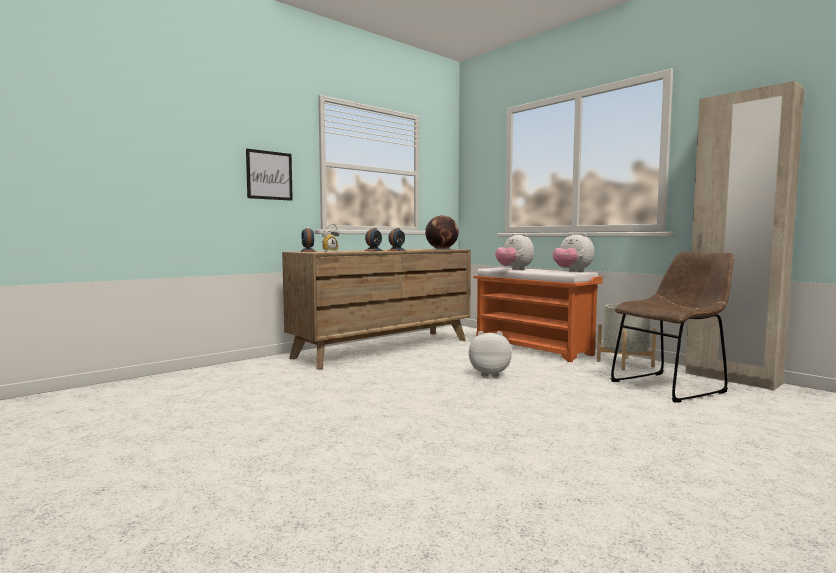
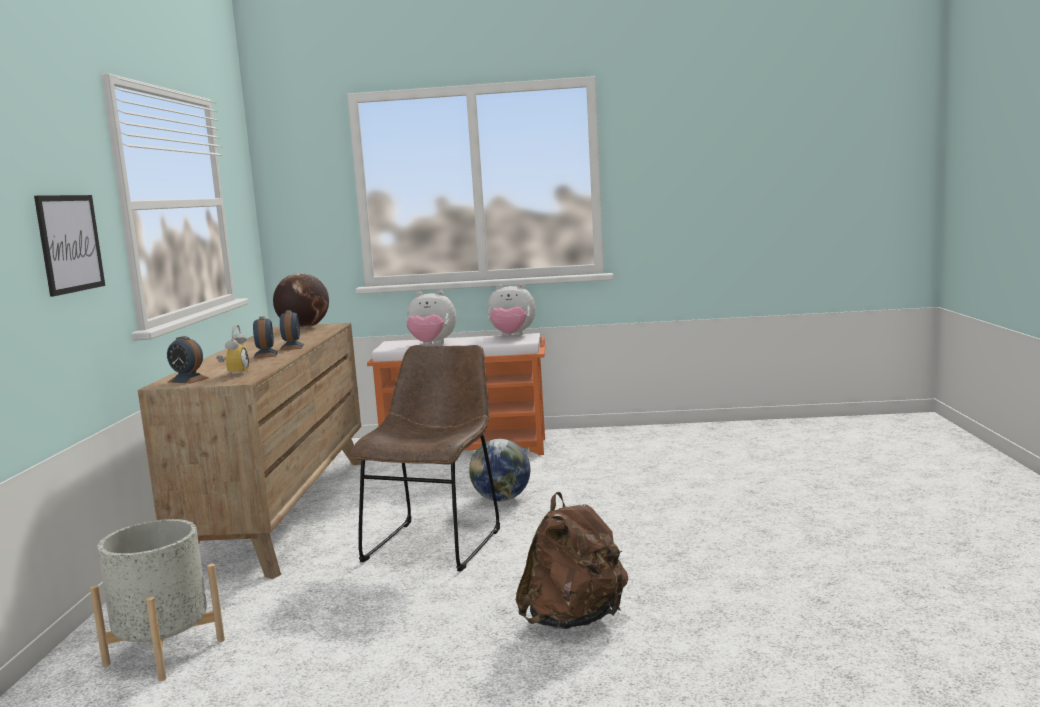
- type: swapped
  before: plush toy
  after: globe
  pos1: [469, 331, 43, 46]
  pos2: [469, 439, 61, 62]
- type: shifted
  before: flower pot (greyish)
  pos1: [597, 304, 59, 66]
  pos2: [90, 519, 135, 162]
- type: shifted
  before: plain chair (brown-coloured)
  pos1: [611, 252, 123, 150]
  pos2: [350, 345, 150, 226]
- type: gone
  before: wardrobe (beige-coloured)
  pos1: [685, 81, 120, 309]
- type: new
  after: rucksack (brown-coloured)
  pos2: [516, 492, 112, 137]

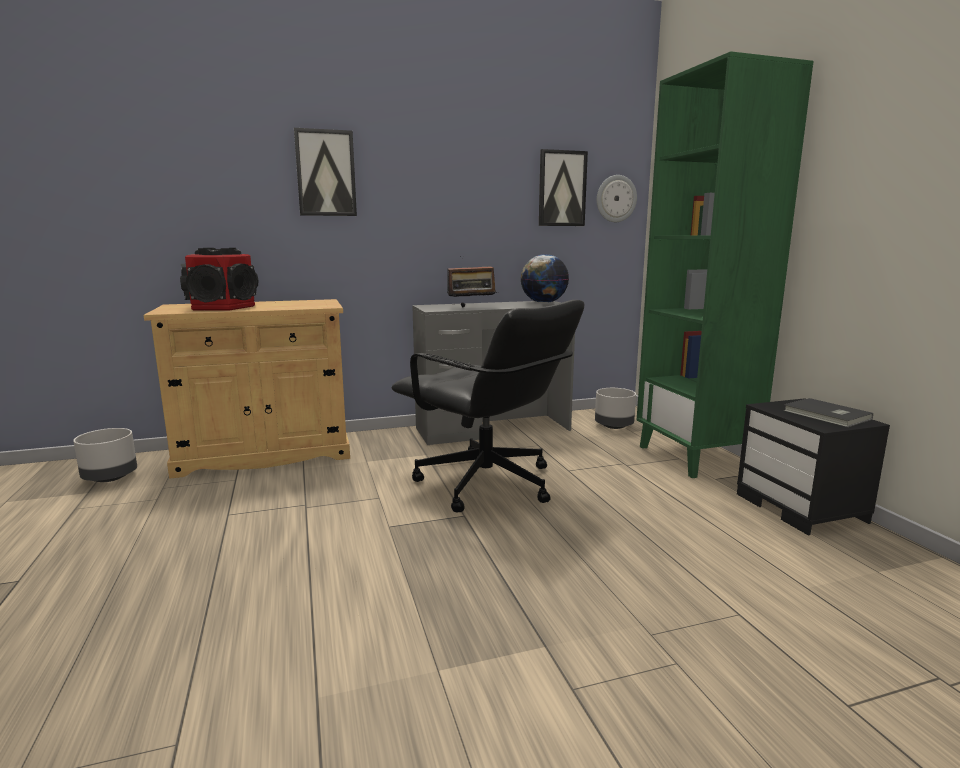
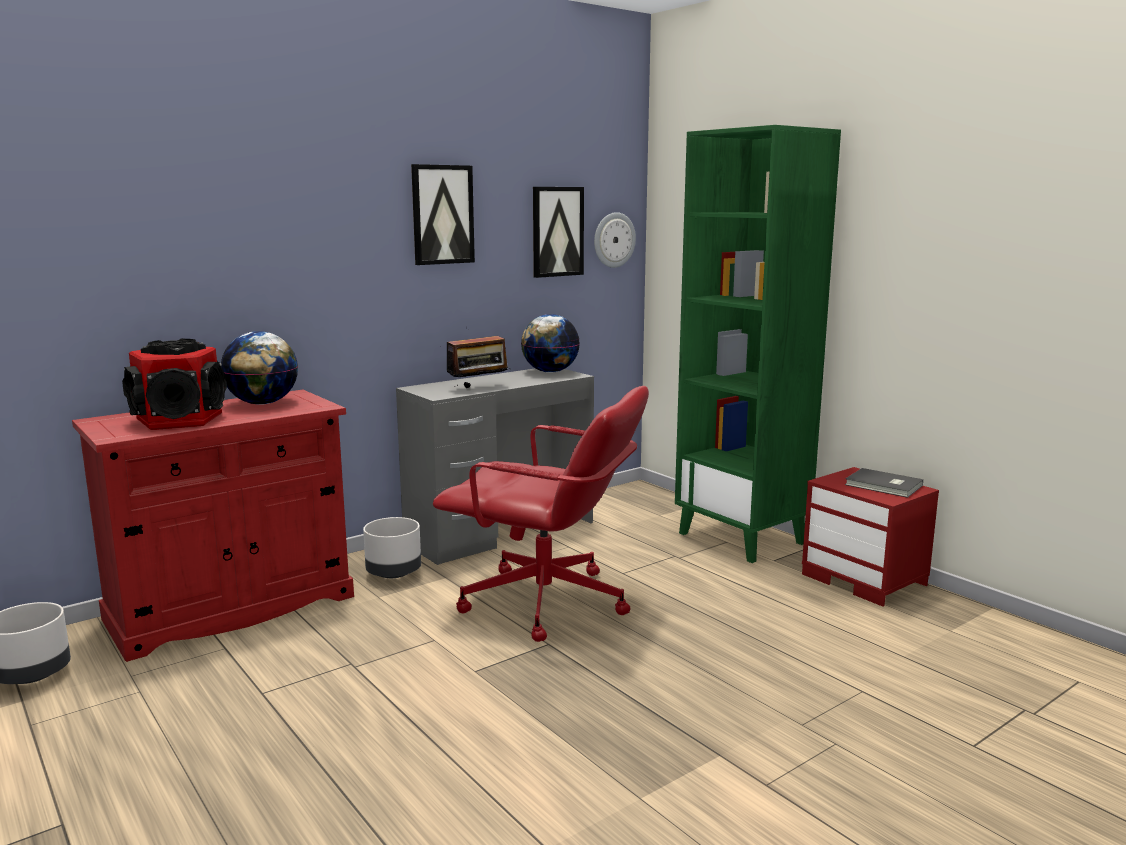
- type: repainted
  before: storage cabinet (beige-coloured)
  after: storage cabinet (red-coloured)
  pos1: [144, 299, 206, 180]
  pos2: [72, 390, 282, 272]
- type: shifted
  before: picture
  pos1: [294, 128, 63, 88]
  pos2: [411, 164, 64, 101]
- type: repainted
  before: computer chair (black-coloured)
  after: computer chair (red-coloured)
  pos1: [392, 300, 193, 212]
  pos2: [433, 386, 216, 256]
- type: shifted
  before: flower pot (greyish)
  pos1: [595, 388, 41, 41]
  pos2: [363, 517, 58, 61]
- type: repainted
  before: nightstand (black-coloured)
  after: nightstand (red-coloured)
  pos1: [737, 398, 153, 138]
  pos2: [802, 467, 137, 139]
- type: new
  after: globe
  pos2: [221, 331, 77, 74]

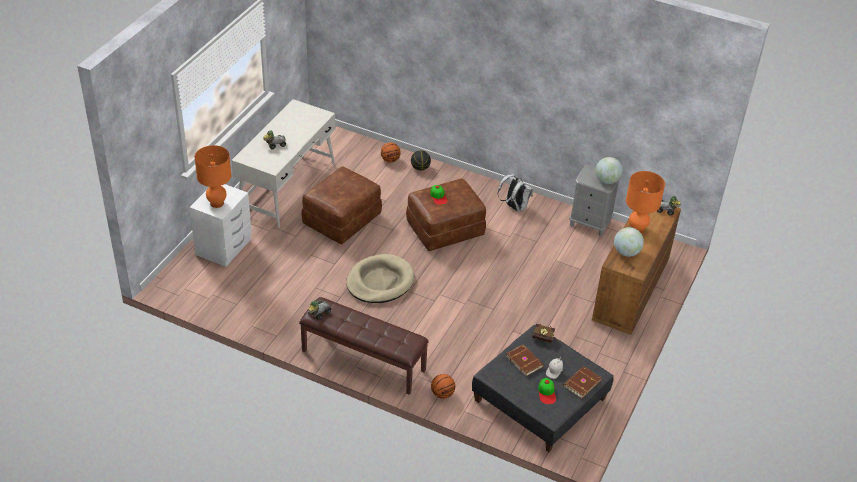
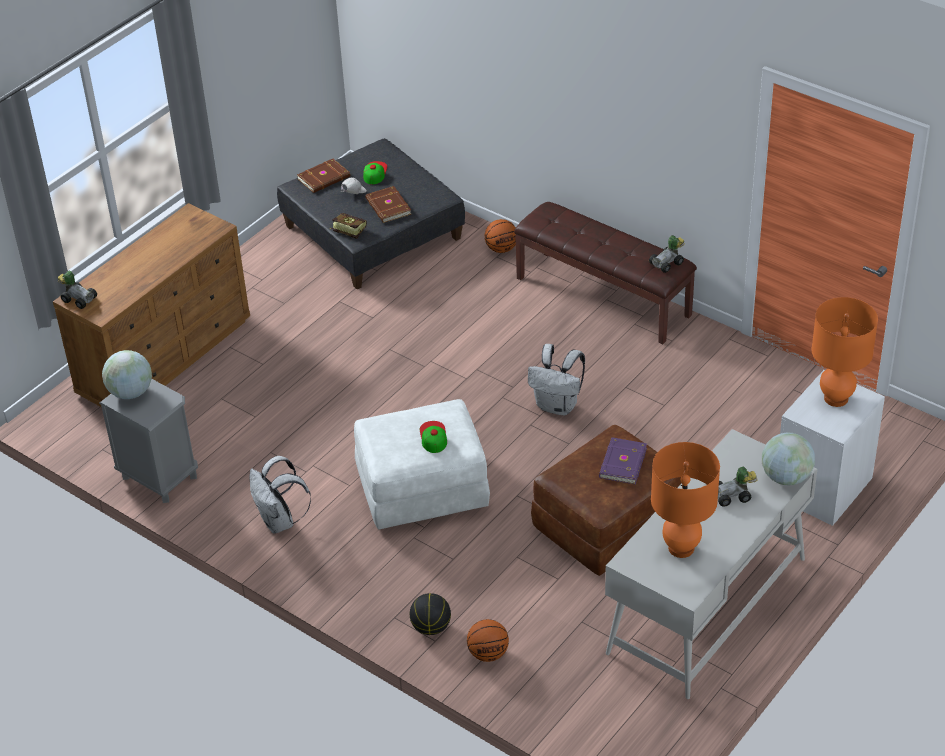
- type: swapped
  before: dog bed (beige-coloured)
  after: rucksack (white-coloured)
  pos1: [346, 254, 68, 49]
  pos2: [528, 344, 57, 71]
- type: repainted
  before: footrest (brown-coloured)
  after: footrest (white-coloured)
  pos1: [406, 178, 80, 73]
  pos2: [354, 399, 136, 131]
- type: shifted
  before: globe
  pos1: [614, 227, 30, 30]
  pos2: [762, 432, 53, 54]
- type: shifted
  before: table lamp (orangey)
  pos1: [626, 171, 39, 63]
  pos2: [651, 442, 69, 116]
- type: new
  after: volume (purple)
  pos2: [599, 437, 48, 48]

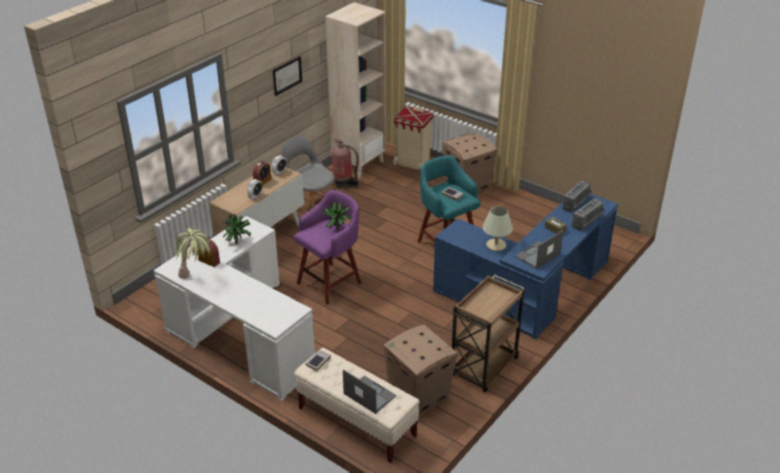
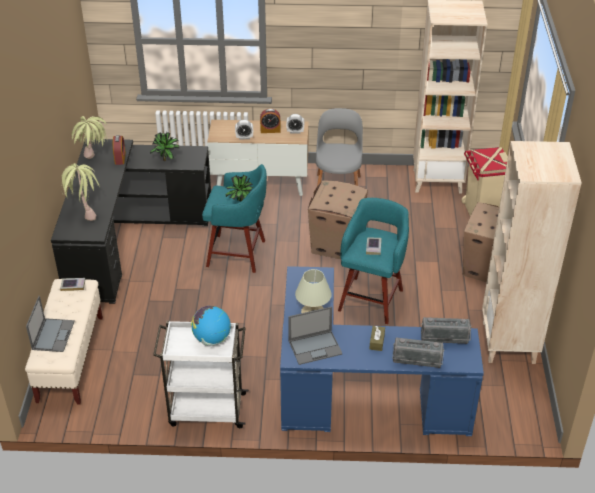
- type: repainted
  before: desk table (white-coloured)
  after: desk table (black-coloured)
  pos1: [154, 216, 161, 185]
  pos2: [51, 139, 160, 165]
- type: gone
  before: picture
  pos1: [273, 56, 29, 40]
- type: repainted
  before: stool seat (purple)
  after: stool seat (turquoise)
  pos1: [294, 190, 68, 115]
  pos2: [202, 164, 65, 109]
- type: gone
  before: fire-fighting cylinder
  pos1: [332, 138, 27, 51]
- type: shifted
  before: carton
  pos1: [383, 324, 75, 92]
  pos2: [308, 180, 60, 79]
- type: repainted
  before: trolley (brown-coloured)
  after: trolley (white-coloured)
  pos1: [452, 275, 73, 118]
  pos2: [153, 321, 96, 107]
- type: rotated
  before: portable computer
  pos1: [515, 230, 49, 39]
  pos2: [288, 307, 55, 58]
  turn: 150
- type: new
  after: potted plant
  pos2: [61, 163, 38, 58]
- type: new
  after: globe
  pos2: [191, 306, 40, 40]
- type: new
  after: bookcase (beige-coloured)
  pos2: [482, 141, 100, 223]

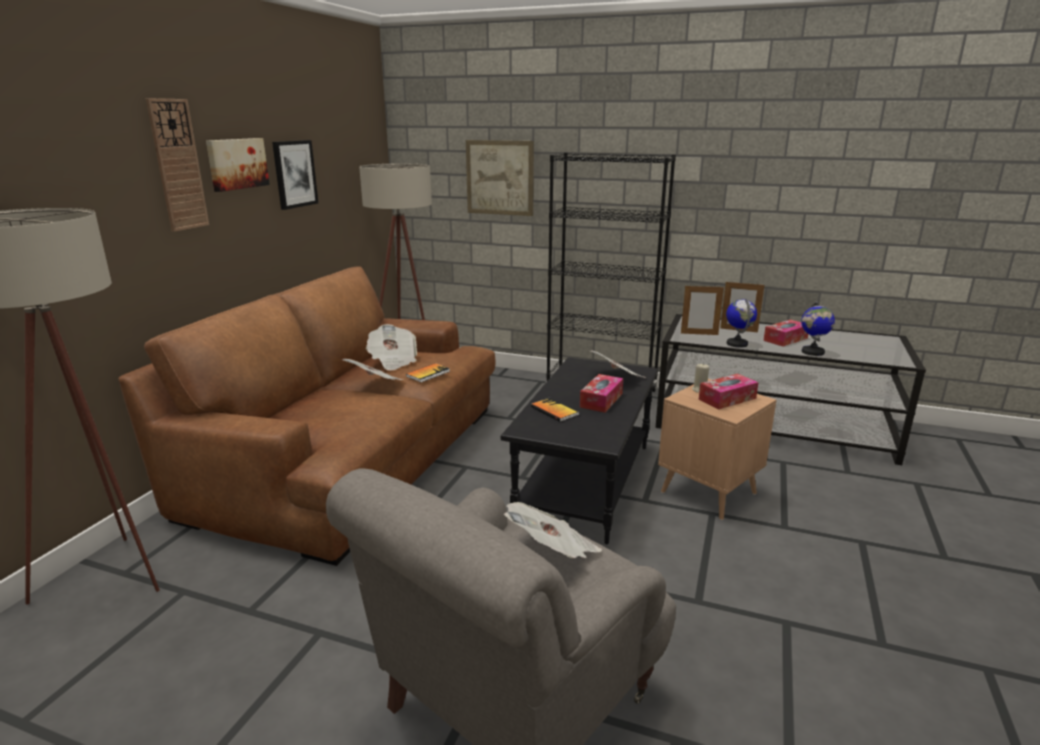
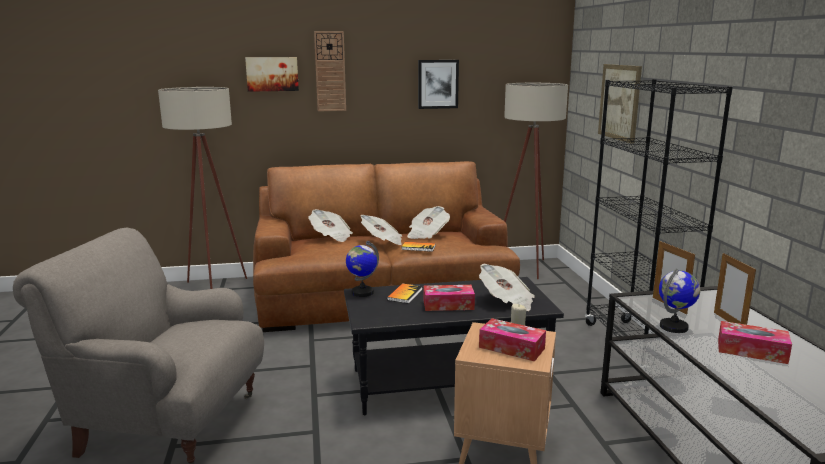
- type: shifted
  before: picture
  pos1: [206, 138, 64, 54]
  pos2: [245, 57, 54, 35]
- type: shifted
  before: daily paper
  pos1: [504, 502, 98, 57]
  pos2: [308, 209, 45, 33]
- type: shifted
  before: globe
  pos1: [801, 301, 34, 55]
  pos2: [346, 241, 33, 56]

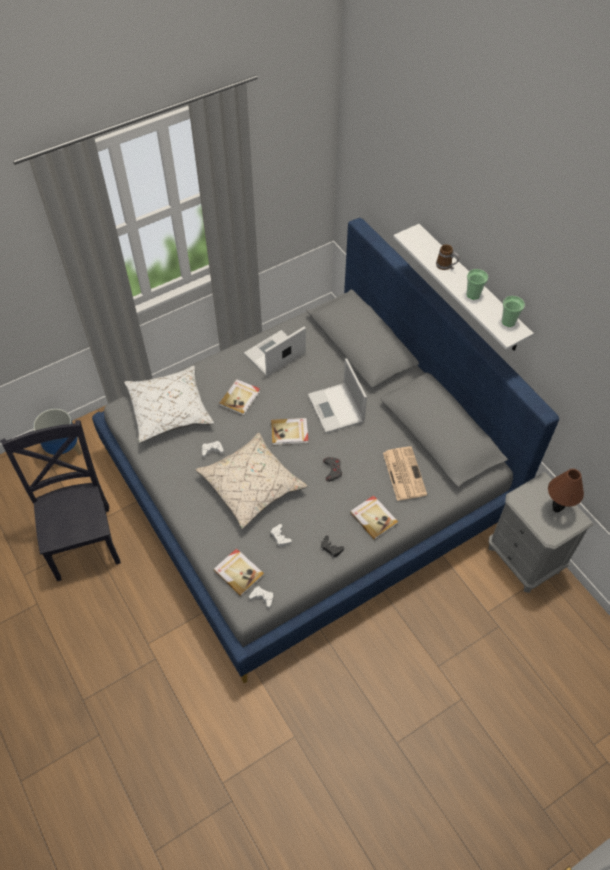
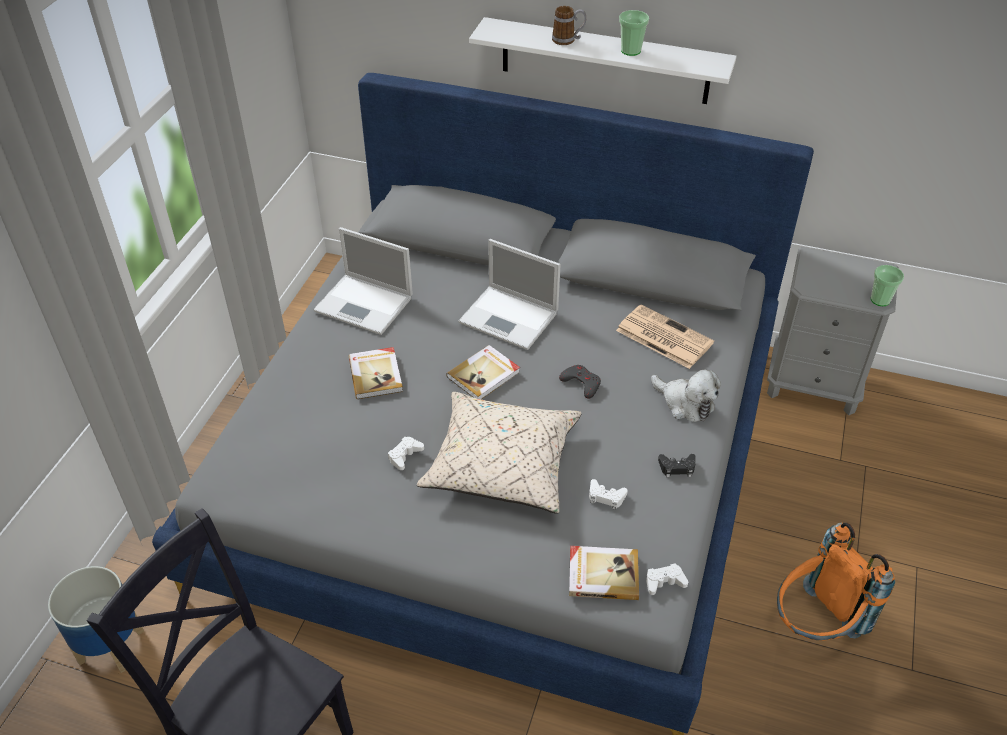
- type: gone
  before: cushion (white-coloured)
  pos1: [124, 366, 90, 77]
- type: rotated
  before: portable computer
  pos1: [244, 326, 62, 50]
  pos2: [313, 227, 100, 108]
  turn: -75
- type: swapped
  before: volume
  after: plush toy
  pos1: [350, 495, 48, 45]
  pos2: [651, 370, 70, 52]
- type: shifted
  before: cup
  pos1: [502, 296, 23, 31]
  pos2: [871, 265, 33, 41]
- type: gone
  before: table lamp (brown-coloured)
  pos1: [548, 469, 36, 44]
- type: new
  after: rucksack (orangey)
  pos2: [777, 522, 118, 119]

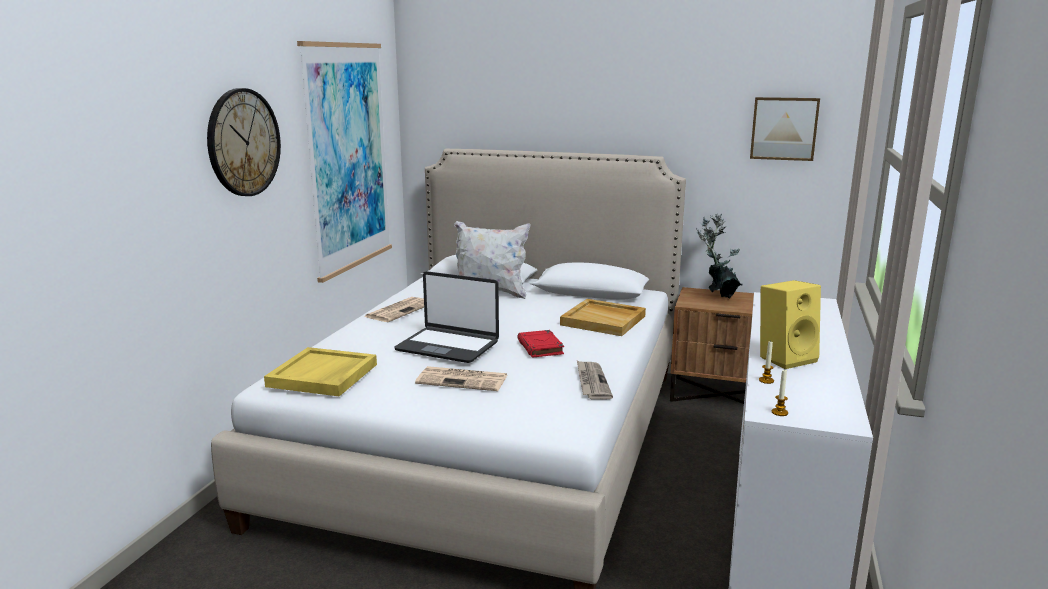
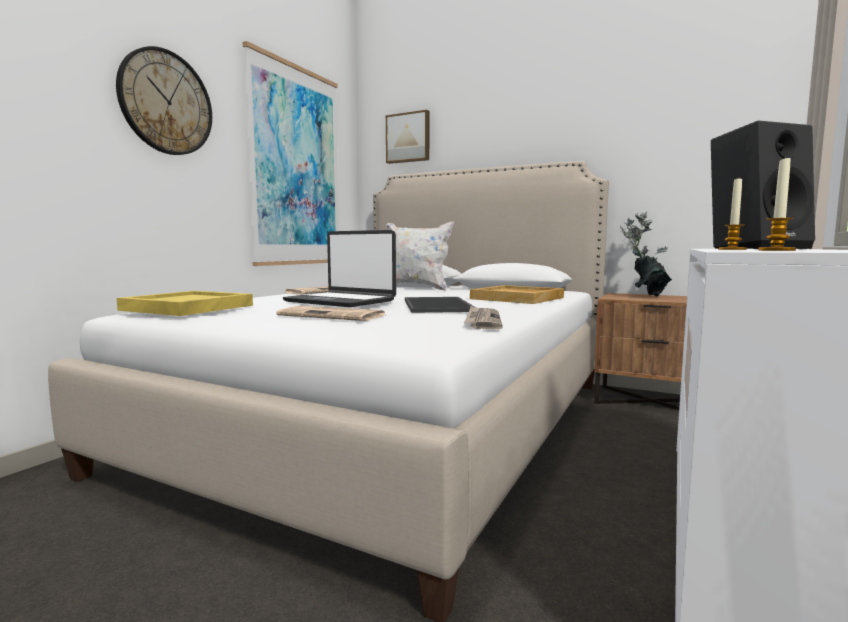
- type: swapped
  before: volume (red-coloured)
  after: carrying tray
  pos1: [517, 330, 47, 28]
  pos2: [405, 297, 71, 16]
- type: shifted
  before: picture
  pos1: [750, 97, 70, 64]
  pos2: [386, 110, 43, 54]
- type: repainted
  before: loudspeaker (yellowish)
  after: loudspeaker (black-coloured)
  pos1: [760, 280, 61, 89]
  pos2: [711, 121, 104, 128]

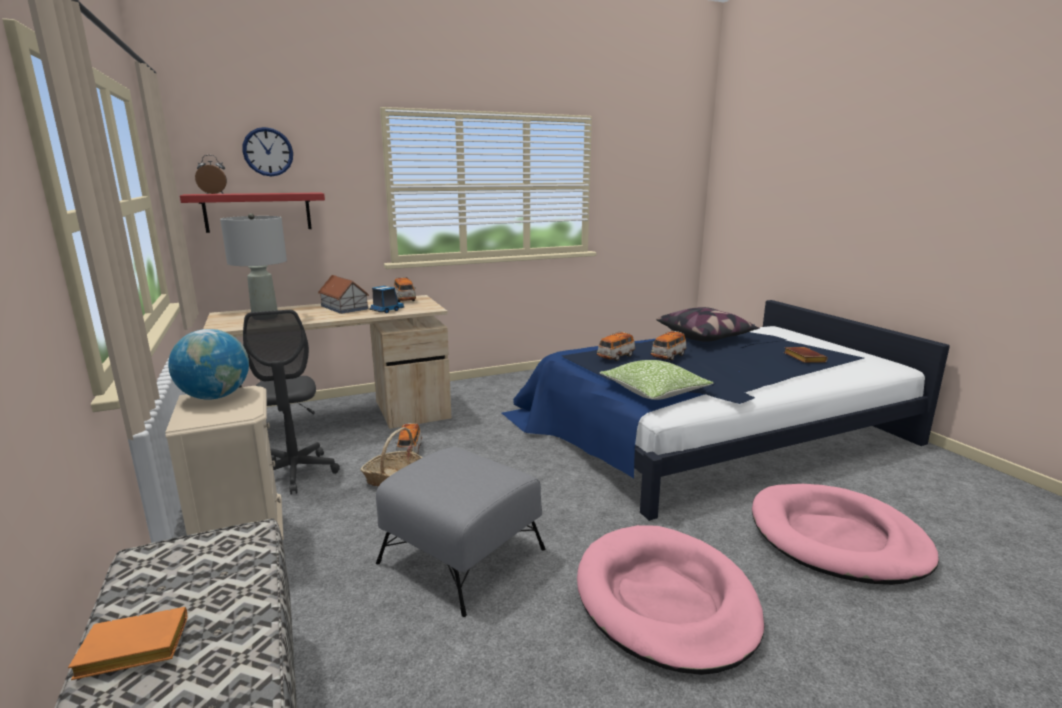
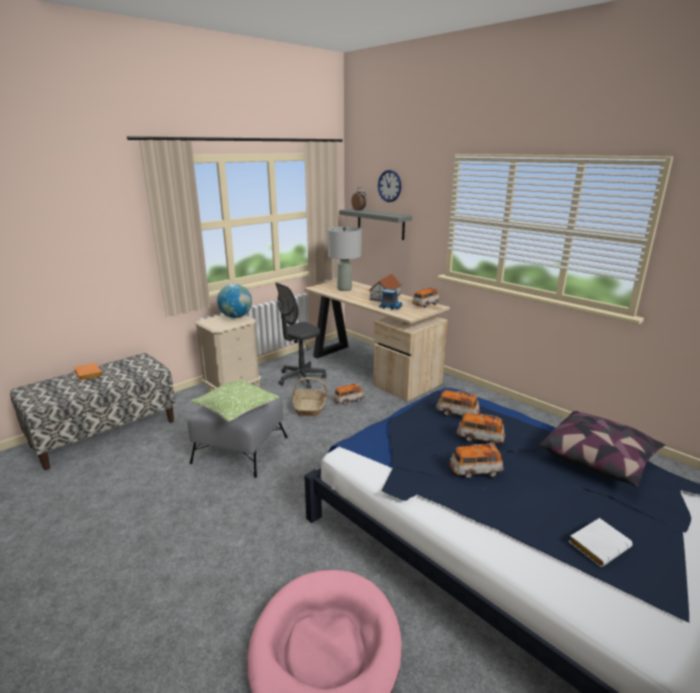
- type: repainted
  before: wall shelf (red-coloured)
  after: wall shelf (greyish)
  pos1: [180, 192, 145, 41]
  pos2: [339, 209, 73, 31]
- type: gone
  before: dog bed (pinkish)
  pos1: [577, 525, 187, 150]
- type: shifted
  before: cushion
  pos1: [600, 360, 114, 40]
  pos2: [191, 379, 88, 43]
- type: repainted
  before: volume (brown-coloured)
  after: volume (white-coloured)
  pos1: [783, 347, 45, 16]
  pos2: [569, 518, 64, 49]
- type: new
  after: model car
  pos2: [450, 443, 54, 36]

